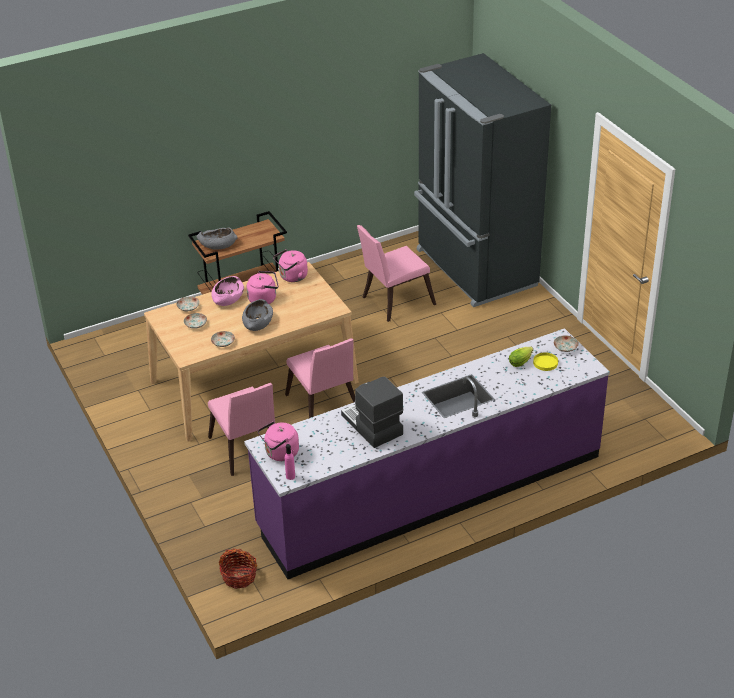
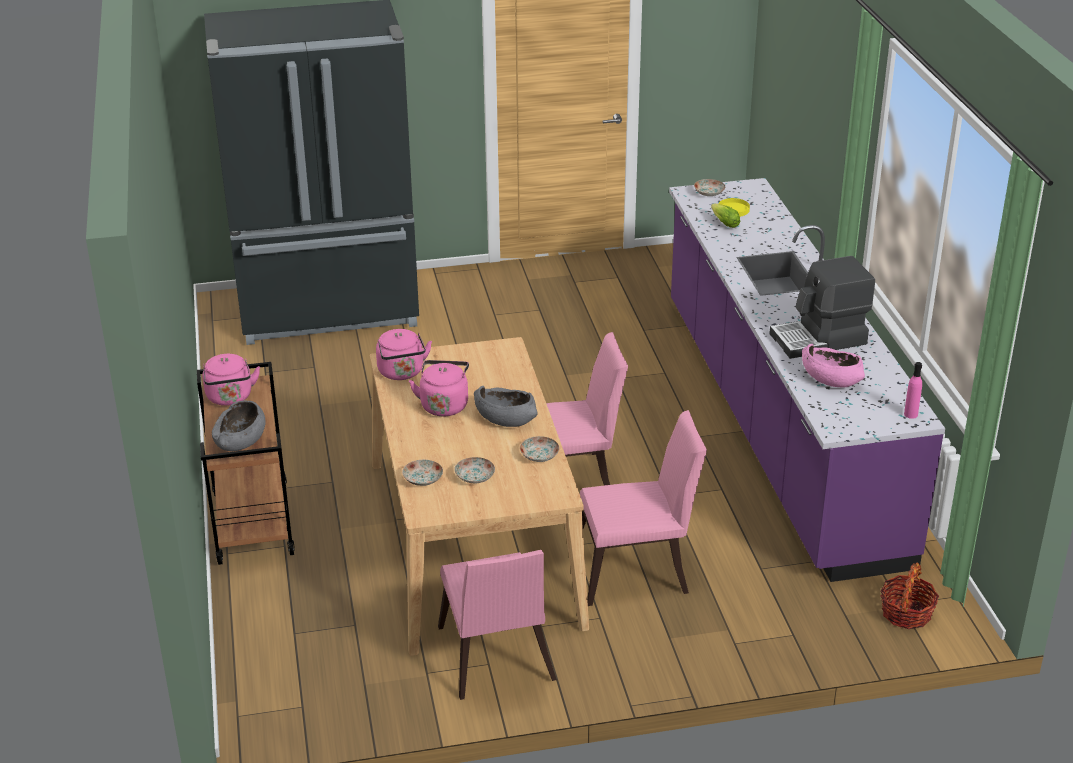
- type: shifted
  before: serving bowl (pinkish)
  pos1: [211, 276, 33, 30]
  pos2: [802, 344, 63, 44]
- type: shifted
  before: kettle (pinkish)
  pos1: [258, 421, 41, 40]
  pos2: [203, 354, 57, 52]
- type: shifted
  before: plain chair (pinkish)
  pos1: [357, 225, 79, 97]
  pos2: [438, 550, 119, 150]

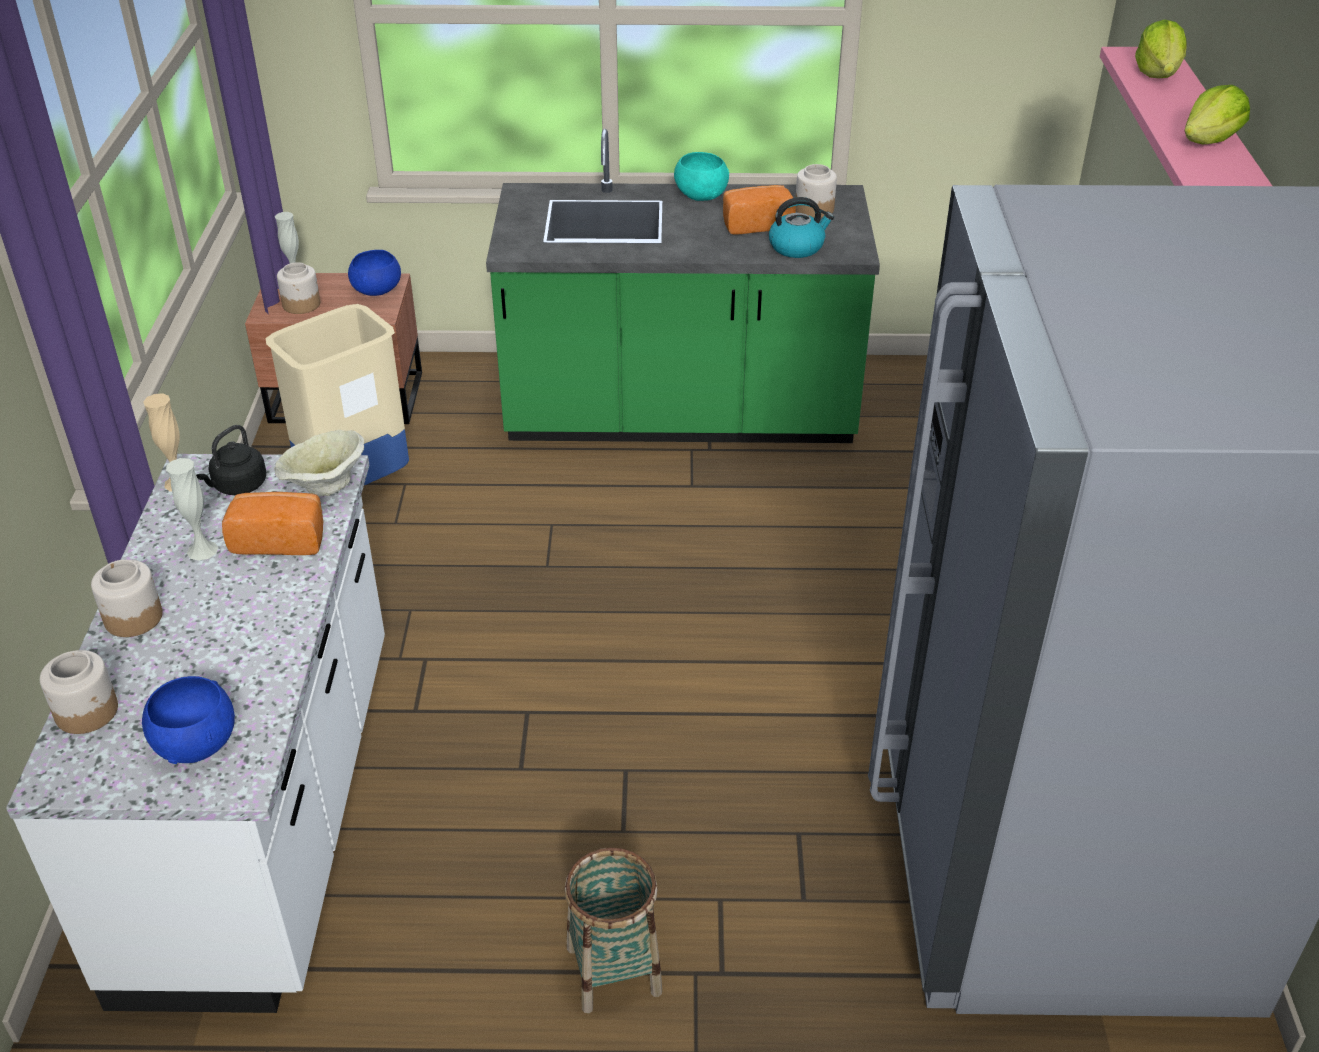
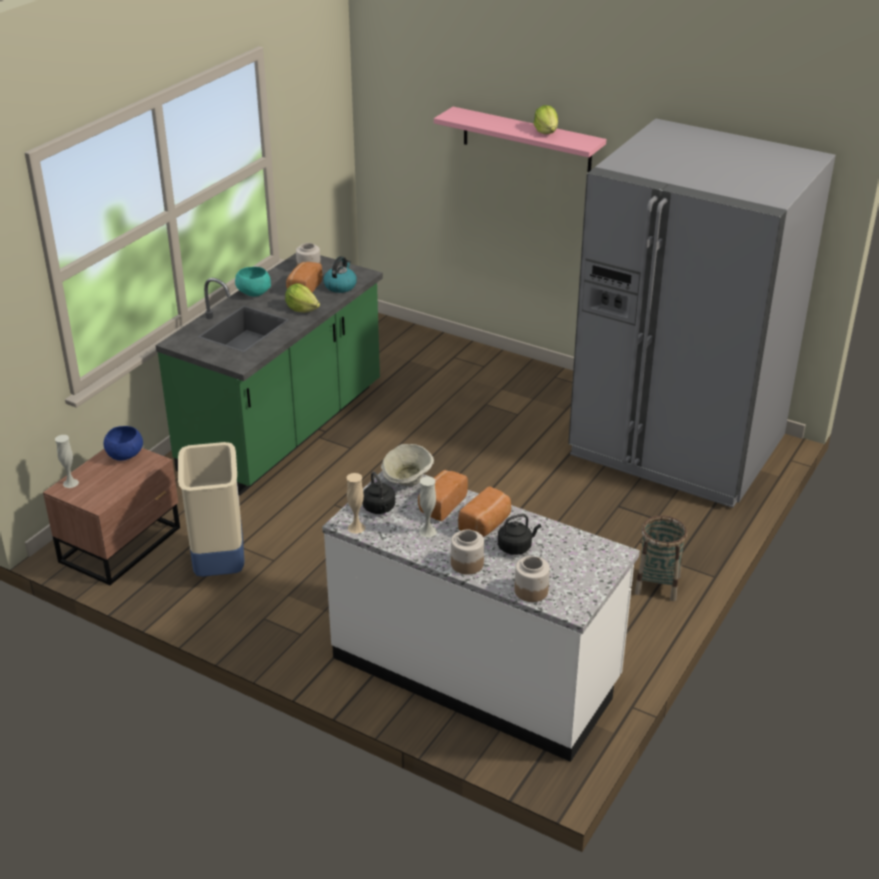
- type: gone
  before: serving bowl (blue-coloured)
  pos1: [142, 676, 93, 88]
- type: gone
  before: jar
  pos1: [277, 262, 43, 52]
- type: shifted
  before: lettuce head
  pos1: [1135, 19, 52, 59]
  pos2: [285, 283, 35, 30]
- type: new
  after: bread
  pos2: [458, 486, 53, 51]
- type: new
  after: kettle (black-coloured)
  pos2: [498, 514, 43, 41]

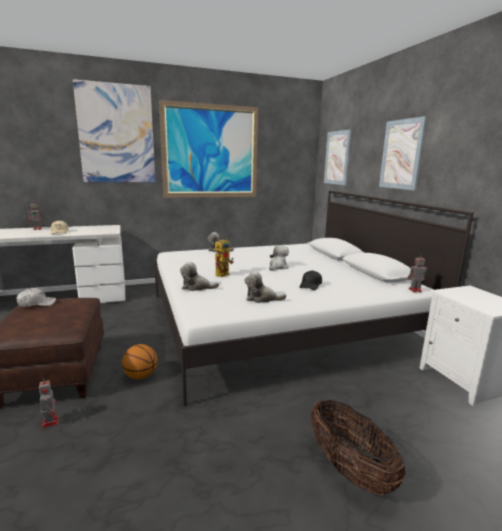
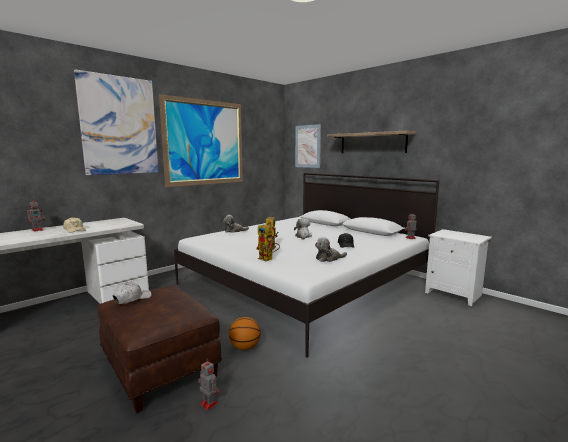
- type: swapped
  before: plush toy
  after: toy robot
  pos1: [180, 262, 39, 29]
  pos2: [256, 224, 24, 37]
- type: gone
  before: storage basket
  pos1: [311, 400, 94, 95]
- type: swapped
  before: picture
  after: wall shelf
  pos1: [379, 116, 48, 74]
  pos2: [327, 131, 89, 22]

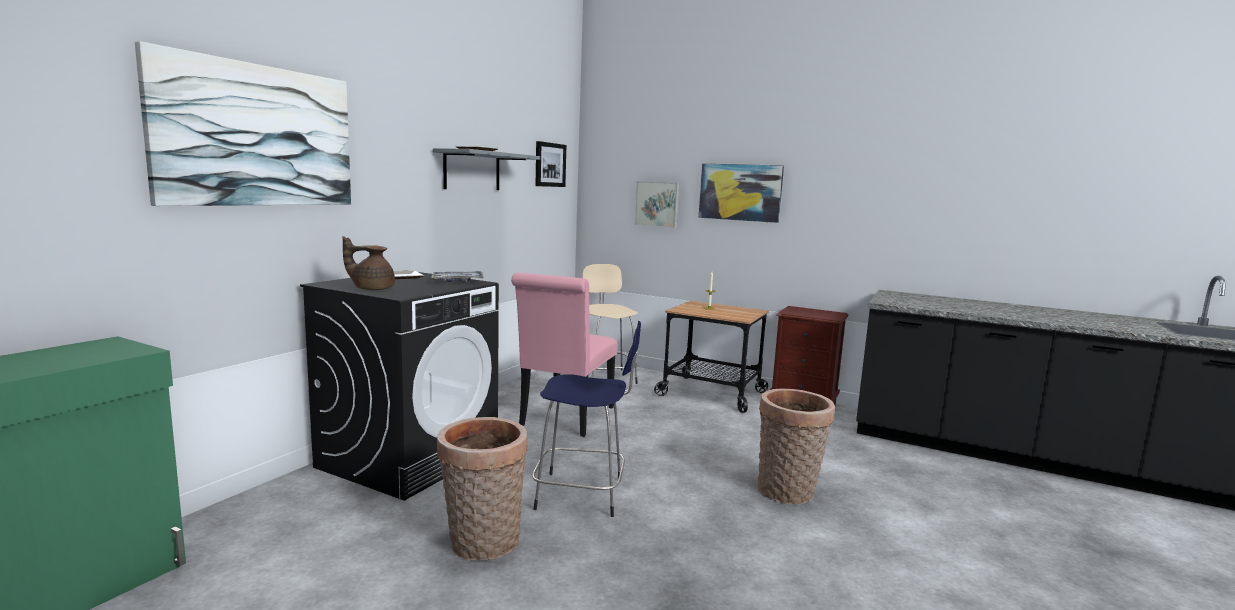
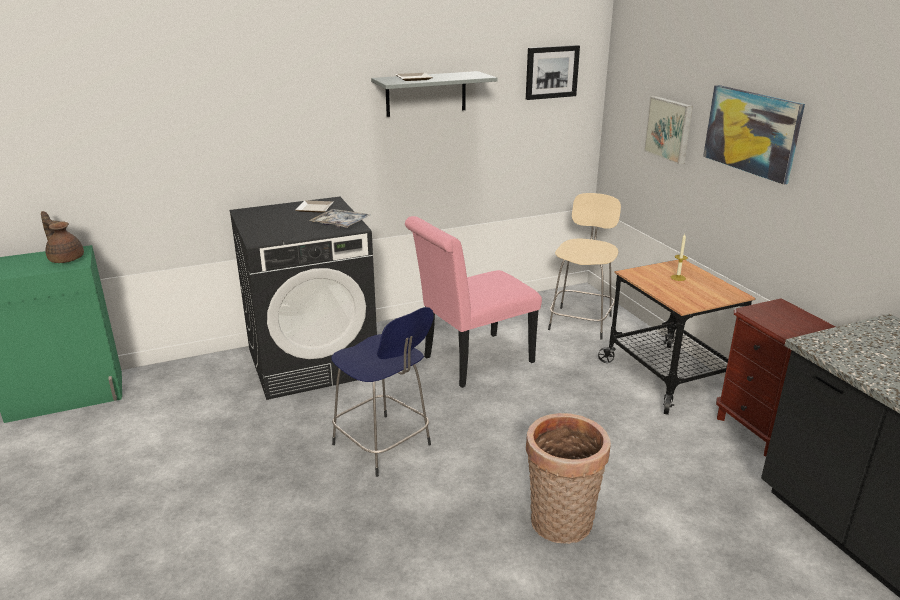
- type: gone
  before: picture
  pos1: [135, 41, 216, 165]
- type: shifted
  before: tea pot (brown-coloured)
  pos1: [343, 236, 52, 54]
  pos2: [41, 211, 43, 52]
- type: gone
  before: storage basket
  pos1: [437, 417, 91, 144]

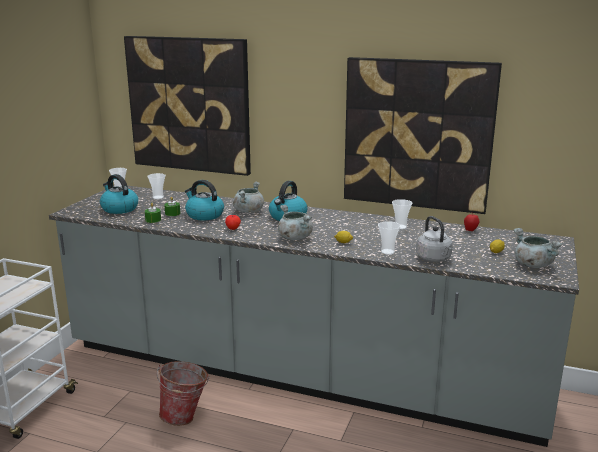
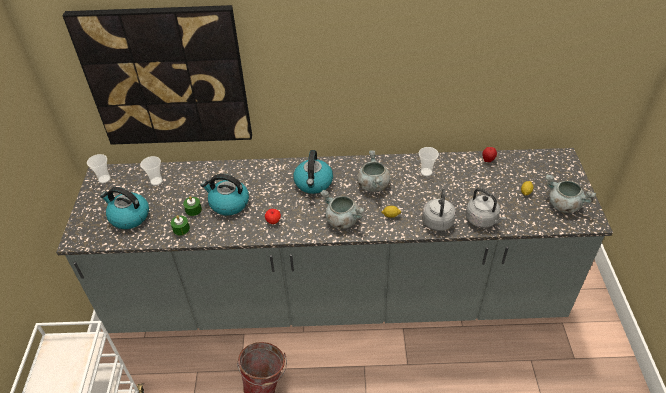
- type: shifted
  before: stockpot (greyish)
  pos1: [233, 182, 31, 31]
  pos2: [357, 150, 34, 42]
- type: gone
  before: picture
  pos1: [344, 57, 158, 157]
- type: swapped
  before: cup
  after: kettle (greyish)
  pos1: [378, 221, 23, 34]
  pos2: [422, 189, 34, 42]

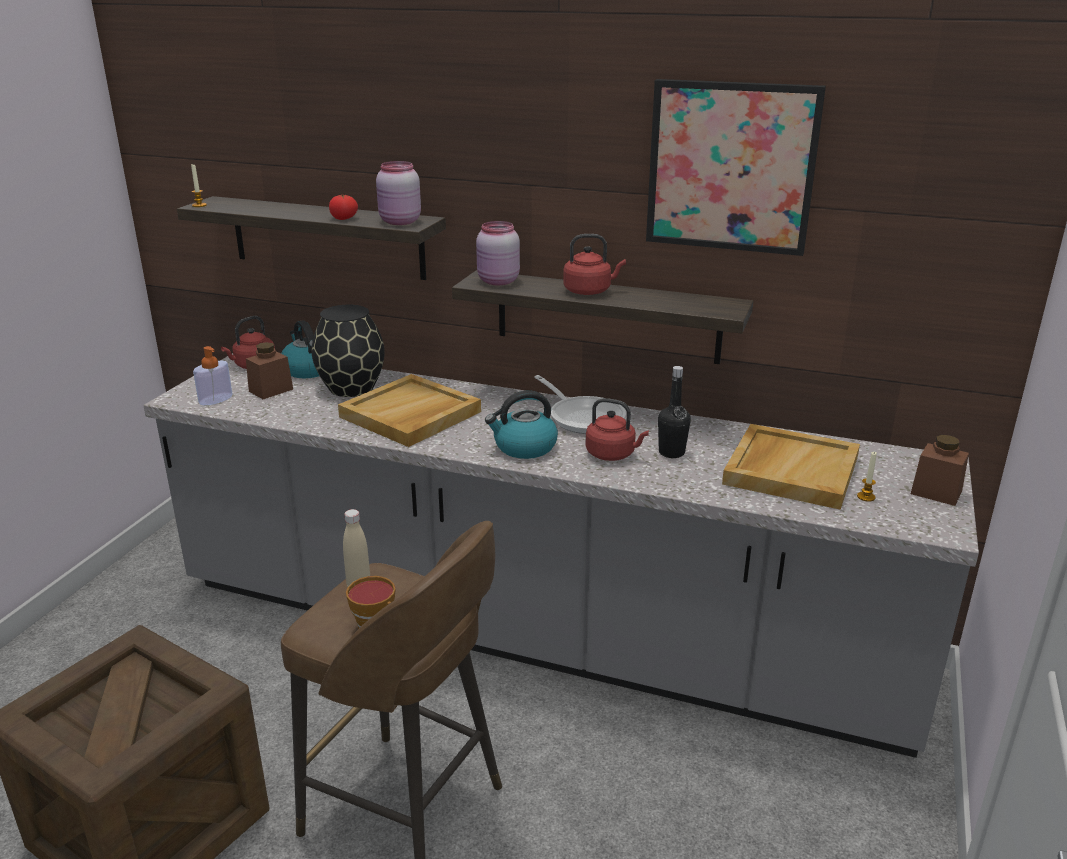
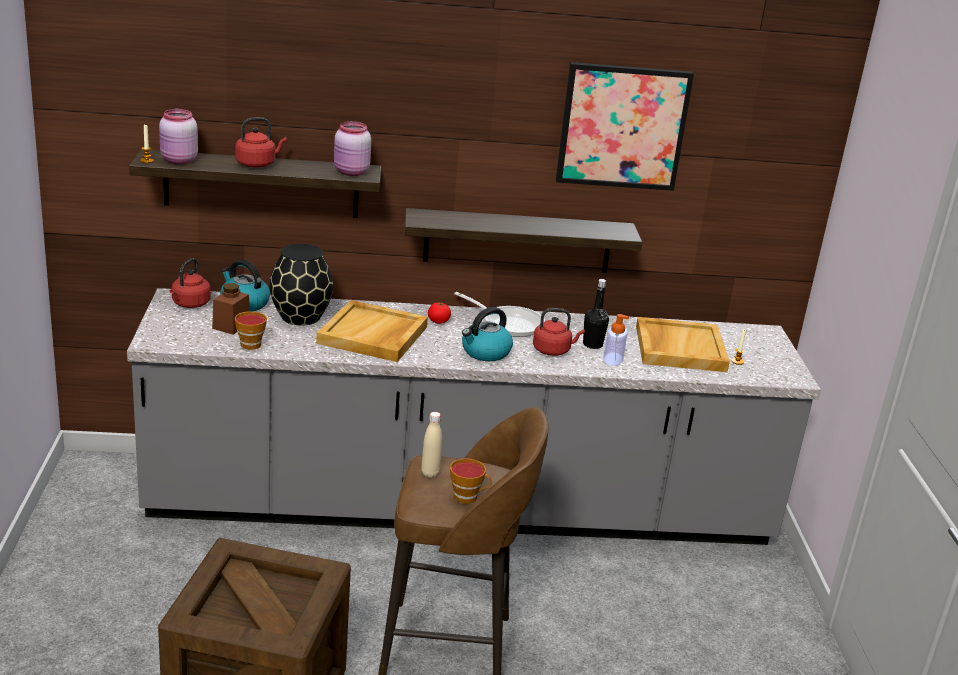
- type: shifted
  before: soap bottle
  pos1: [193, 346, 40, 59]
  pos2: [603, 314, 26, 52]
- type: shifted
  before: fresh tomato
  pos1: [329, 195, 29, 25]
  pos2: [428, 302, 23, 22]
- type: shifted
  before: jar (pinkish)
  pos1: [476, 221, 44, 64]
  pos2: [159, 109, 39, 55]
- type: shifted
  before: kettle (red-coloured)
  pos1: [563, 234, 63, 61]
  pos2: [235, 117, 52, 51]
- type: gone
  before: jar (brown-coloured)
  pos1: [911, 435, 58, 71]
- type: new
  after: cup
  pos2: [235, 311, 32, 39]

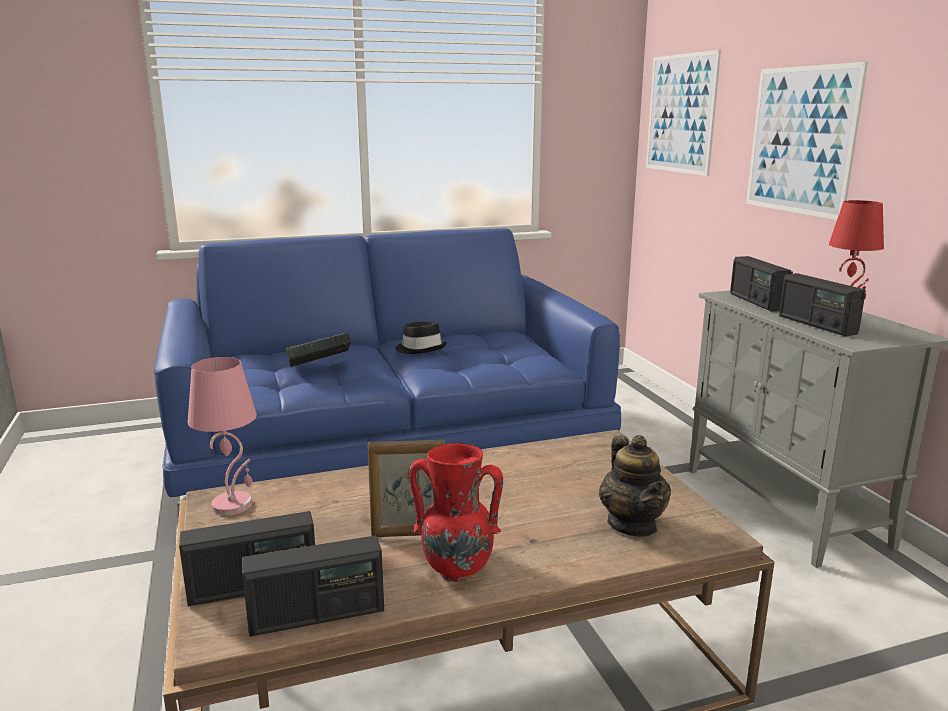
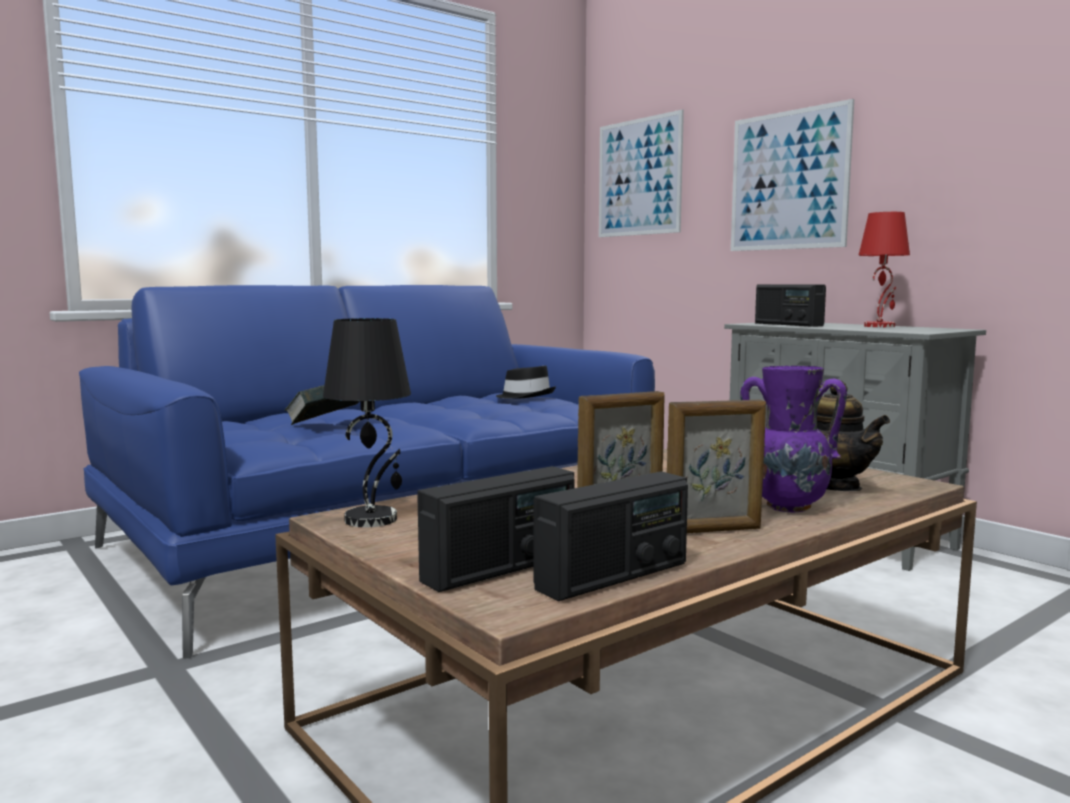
- type: repainted
  before: table lamp (pinkish)
  after: table lamp (black-coloured)
  pos1: [188, 357, 69, 158]
  pos2: [323, 318, 88, 209]
- type: shifted
  before: hat (black-coloured)
  pos1: [395, 322, 52, 32]
  pos2: [496, 366, 60, 33]
- type: swapped
  before: decorative vase (red-coloured)
  after: standing frame
  pos1: [409, 443, 94, 139]
  pos2: [667, 399, 99, 134]
- type: gone
  before: radio
  pos1: [779, 273, 87, 63]
- type: new
  after: decorative vase (purple)
  pos2: [740, 366, 107, 146]

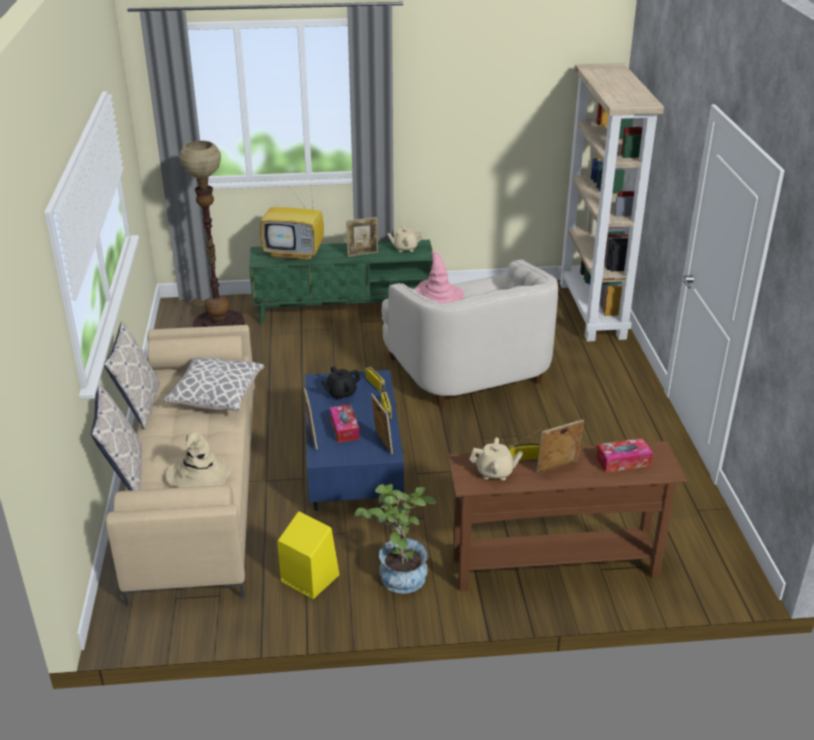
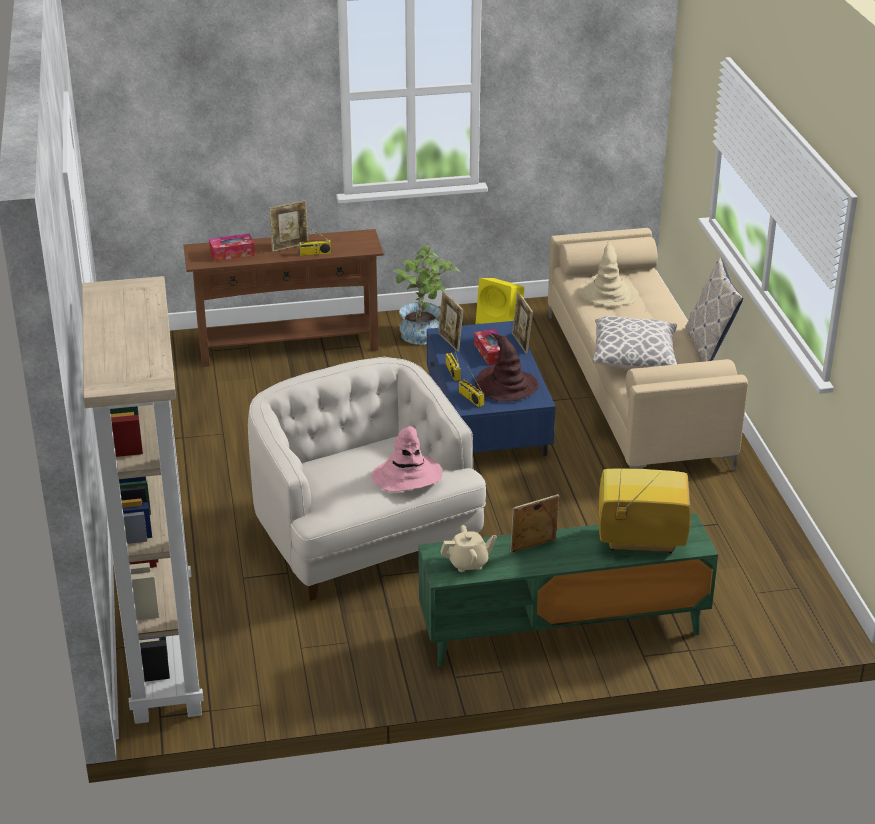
- type: gone
  before: cushion
  pos1: [91, 383, 51, 108]
- type: gone
  before: standard lamp
  pos1: [179, 141, 66, 186]
- type: swapped
  before: tea pot (black-coloured)
  after: hat (brown-coloured)
  pos1: [321, 366, 40, 34]
  pos2: [475, 333, 64, 69]
- type: gone
  before: tea pot (beige-coloured)
  pos1: [470, 437, 53, 43]

